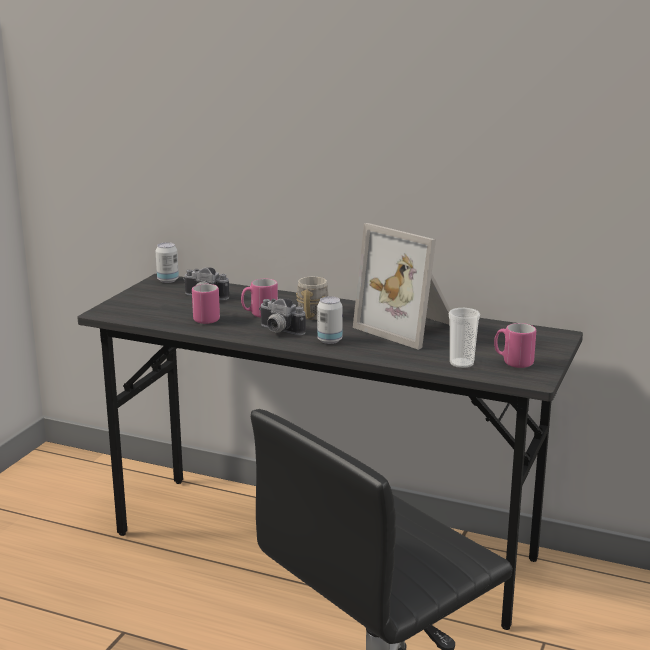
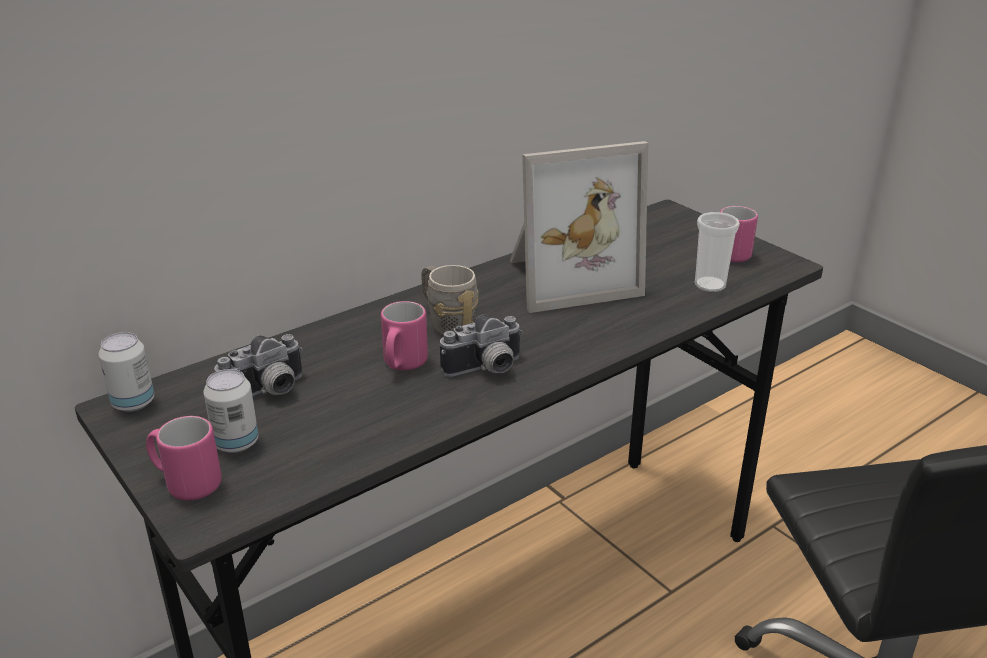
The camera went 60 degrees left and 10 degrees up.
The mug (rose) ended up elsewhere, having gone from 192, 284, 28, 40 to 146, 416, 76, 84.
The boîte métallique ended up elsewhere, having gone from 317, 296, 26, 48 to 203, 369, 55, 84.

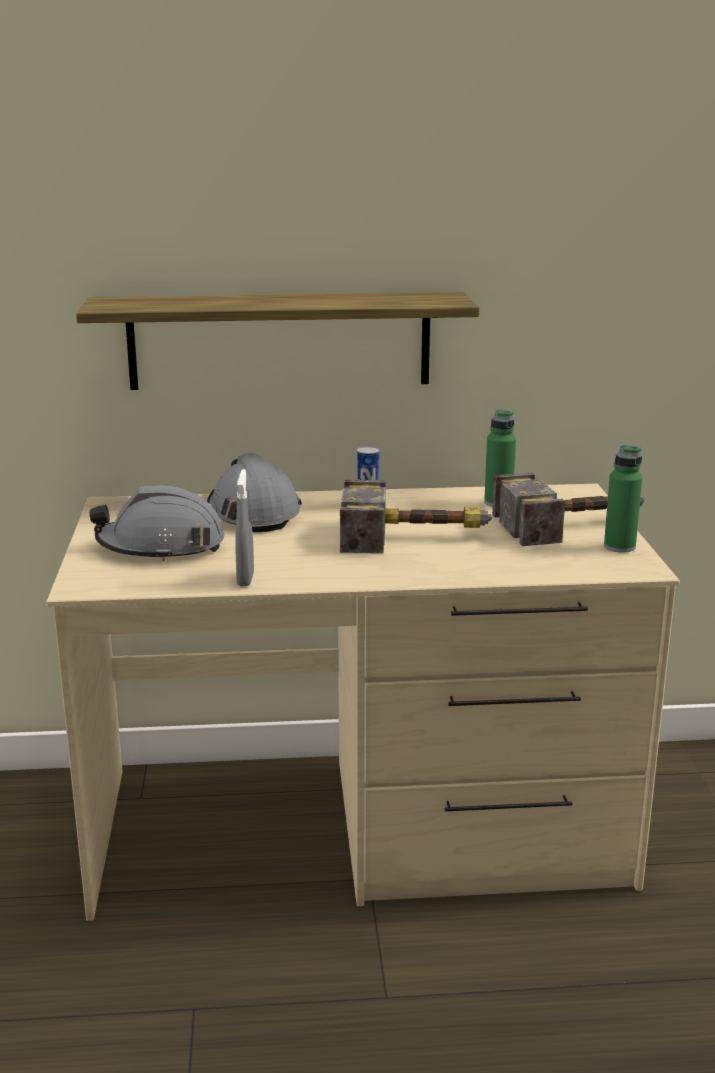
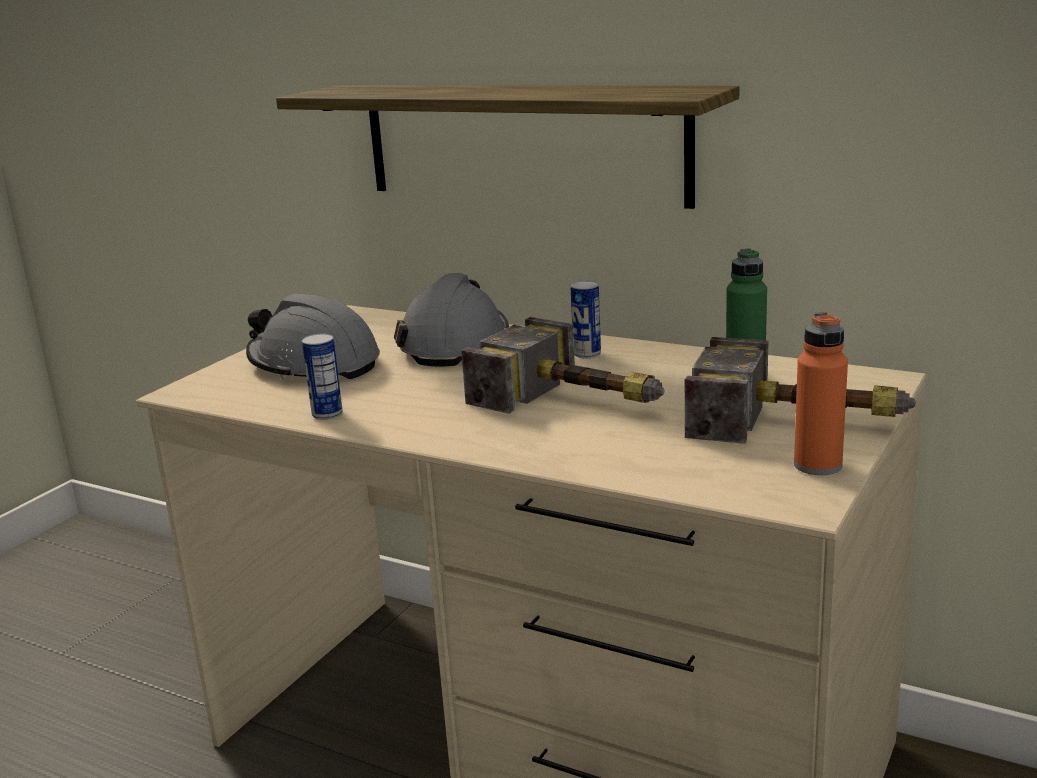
The camera went 35 degrees right and 0 degrees up.
Where the vaporisateur (gris) stood at 235, 469, 19, 117, the boîte métallique came to stand at 302, 334, 41, 86.
What was the bouteille (vert) at 604, 444, 38, 109 turned into the bouteille (orange) at 794, 312, 54, 163.

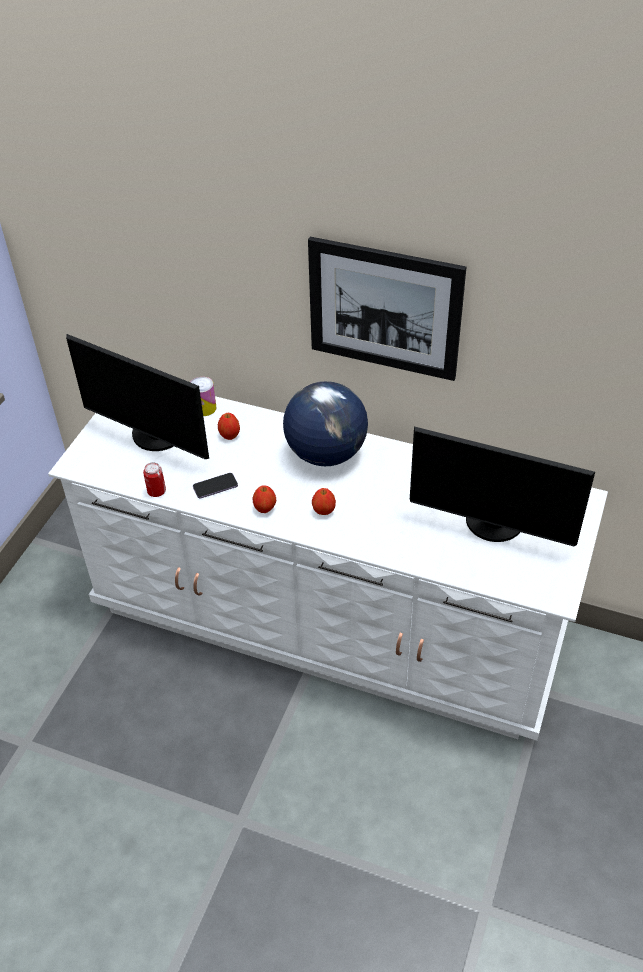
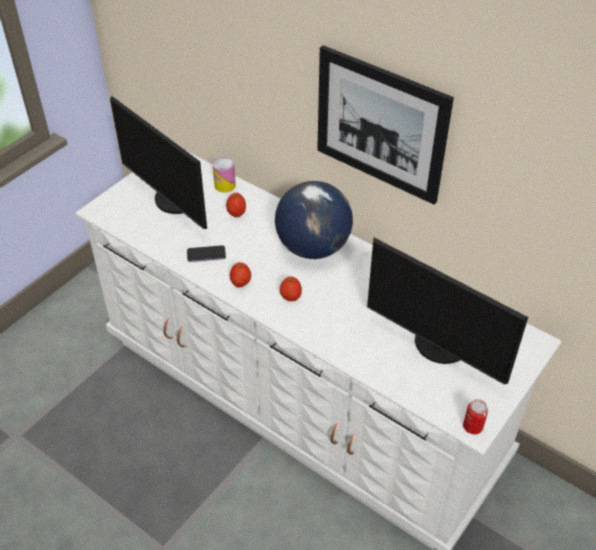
The camera went 15 degrees right and 0 degrees up.
The boîte métallique ended up elsewhere, having gone from 143, 462, 23, 35 to 463, 399, 25, 36.

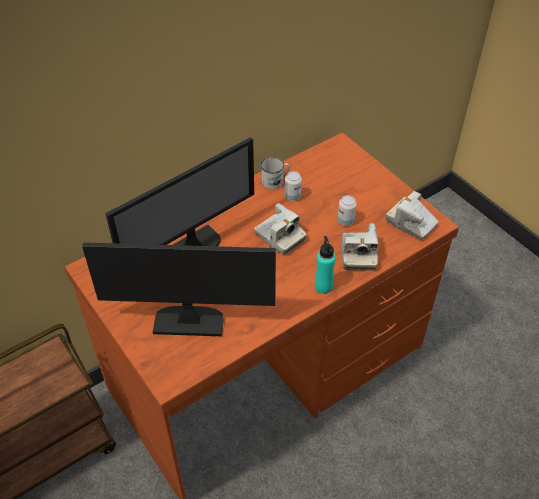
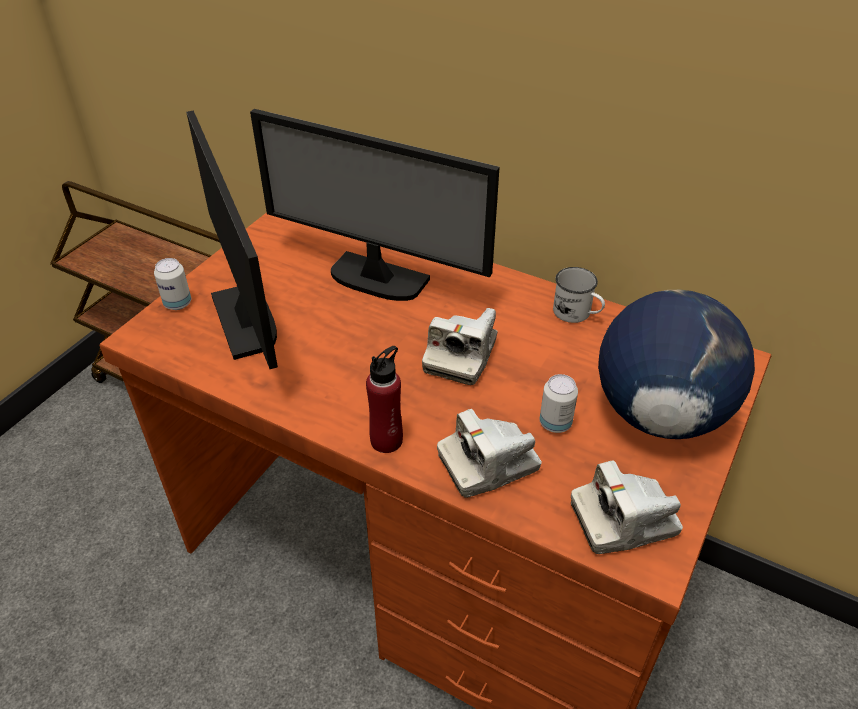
The camera went 65 degrees right and 5 degrees down.
The boîte métallique ended up elsewhere, having gone from 285, 171, 17, 30 to 154, 258, 37, 52.
What was the bouteille (turquoise) at 315, 236, 21, 58 turned into the bouteille (rouge) at 366, 346, 37, 107.
The appareil photo at 386, 191, 52, 49 ended up facing another way, 120 degrees counterclockwise from before.
The second view gained the globe at 598, 290, 157, 149.

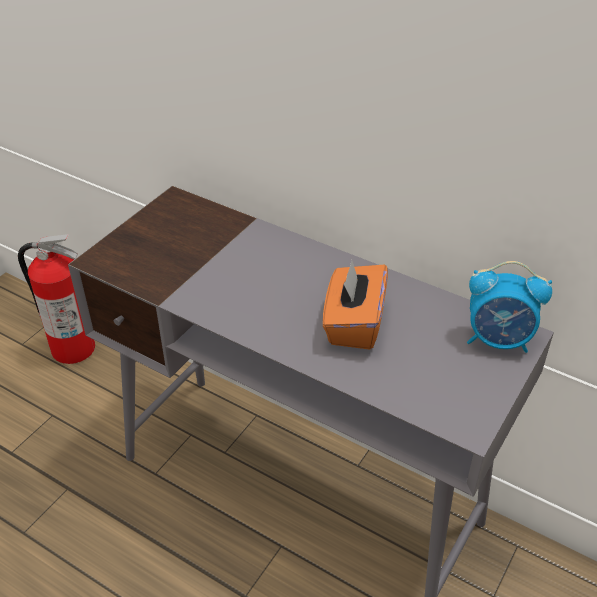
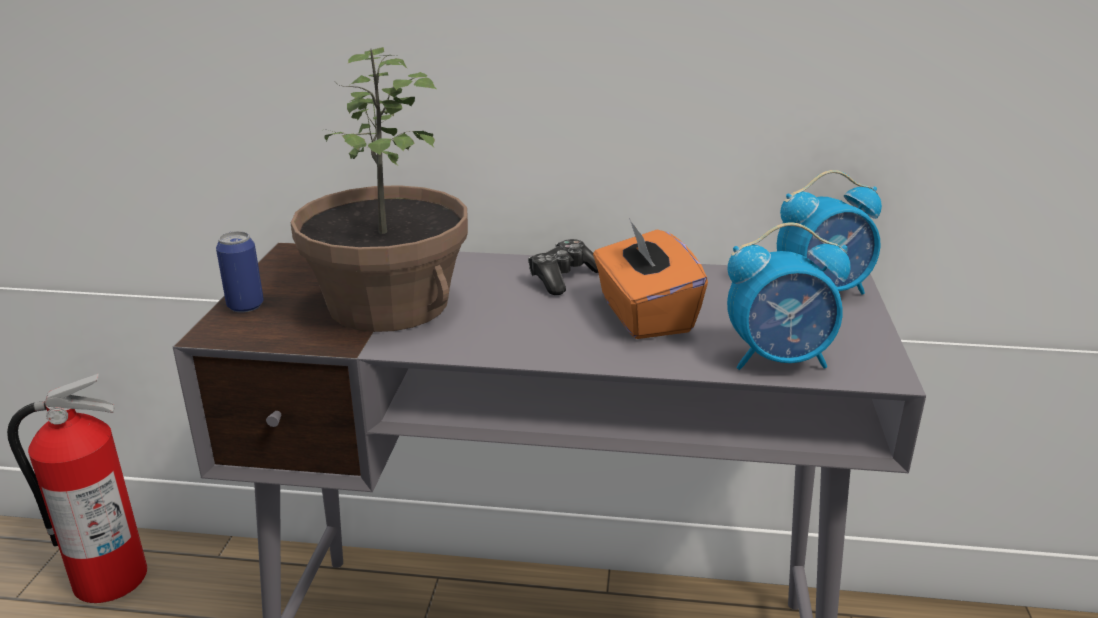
The camera went 25 degrees left and 15 degrees down.
The second view gained the boîte métallique at 216, 231, 48, 82.
The second view gained the plante en pot at 291, 47, 177, 285.
The second view gained the manette at 528, 239, 70, 56.
The second view gained the réveil at 727, 222, 124, 148.

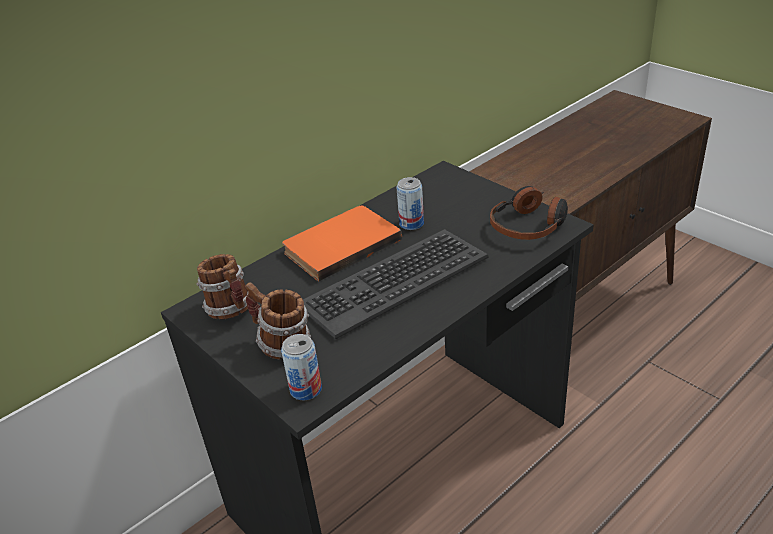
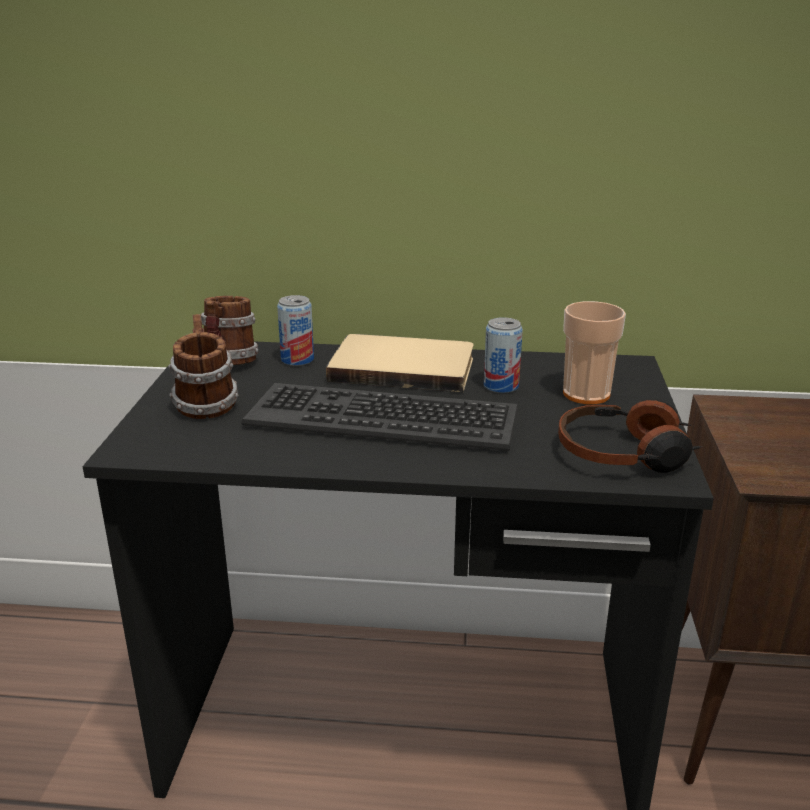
The camera went 45 degrees right and 10 degrees down.
The boîte métallique ended up elsewhere, having gone from 281, 334, 41, 66 to 277, 295, 37, 71.
What was the livre (orange) at 282, 206, 120, 76 turned into the livre (beige) at 326, 334, 147, 58.
The second view gained the tasse at 563, 301, 63, 103.

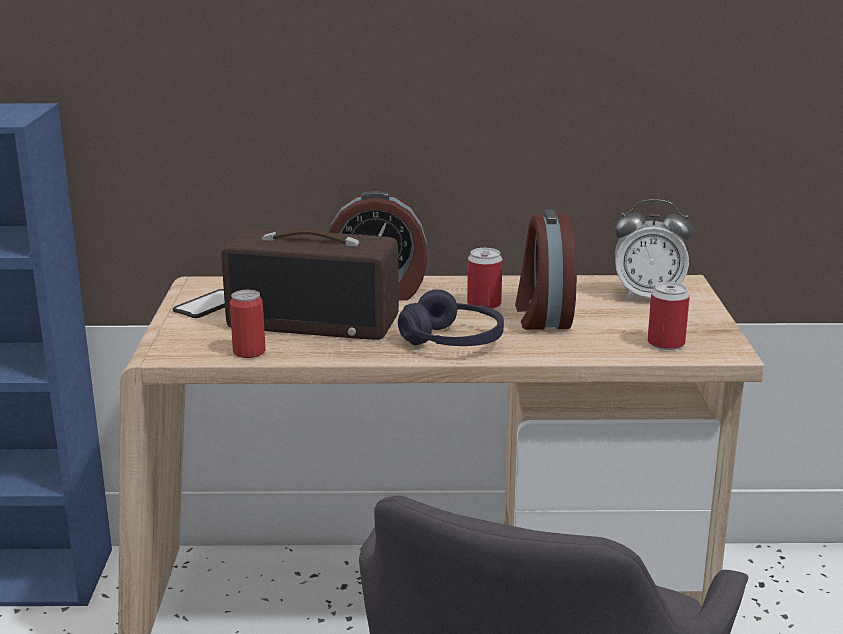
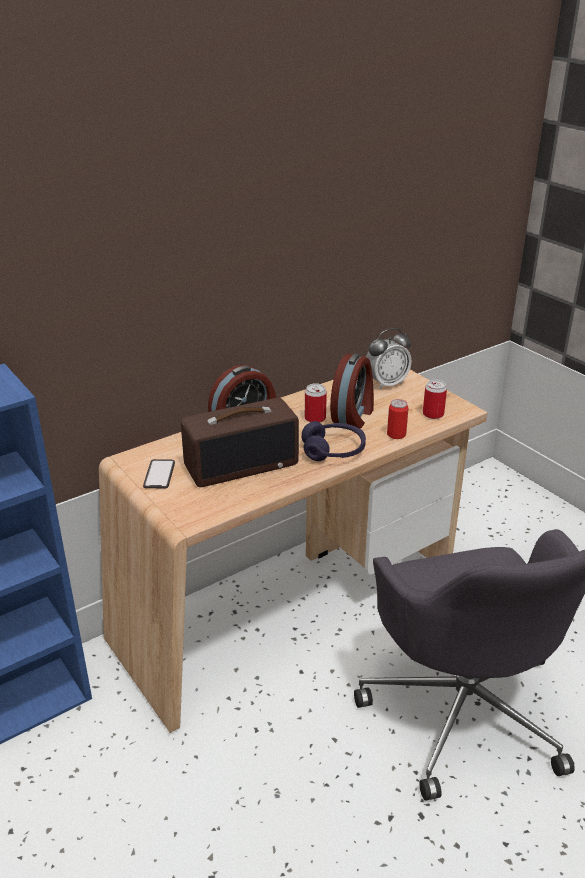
The camera went 35 degrees left and 10 degrees up.
The réveil at 515, 210, 62, 120 ended up facing another way, 120 degrees counterclockwise from before.
The boîte métallique ended up elsewhere, having gone from 230, 290, 36, 68 to 387, 399, 21, 40.

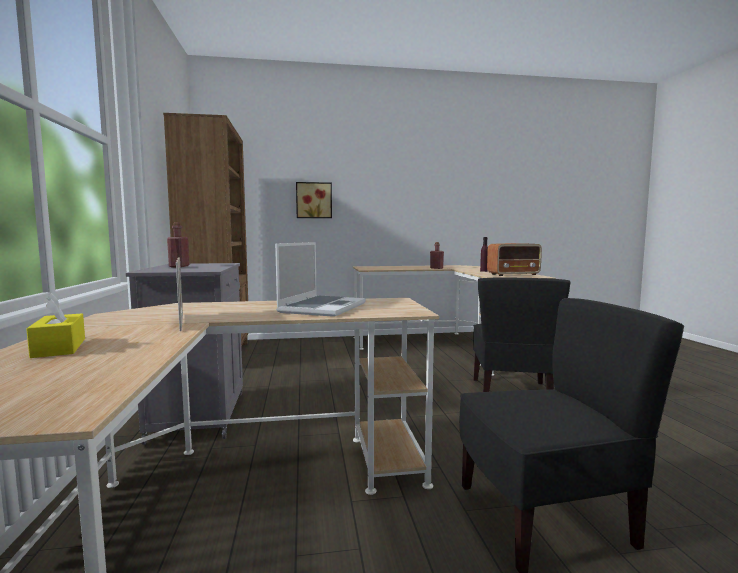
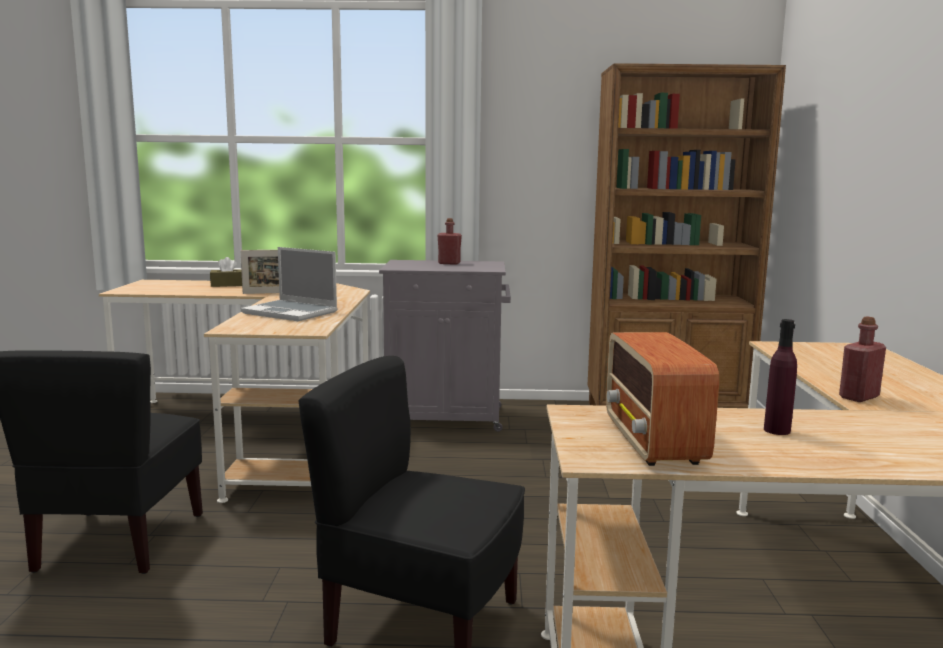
The camera went 100 degrees right and 5 degrees up.
What was the boîte à mouchoirs (jaune) at 26, 293, 59, 65 turned into the boîte à mouchoirs (marron) at 210, 257, 32, 30.
The second view lost the tableau at 296, 182, 36, 36.

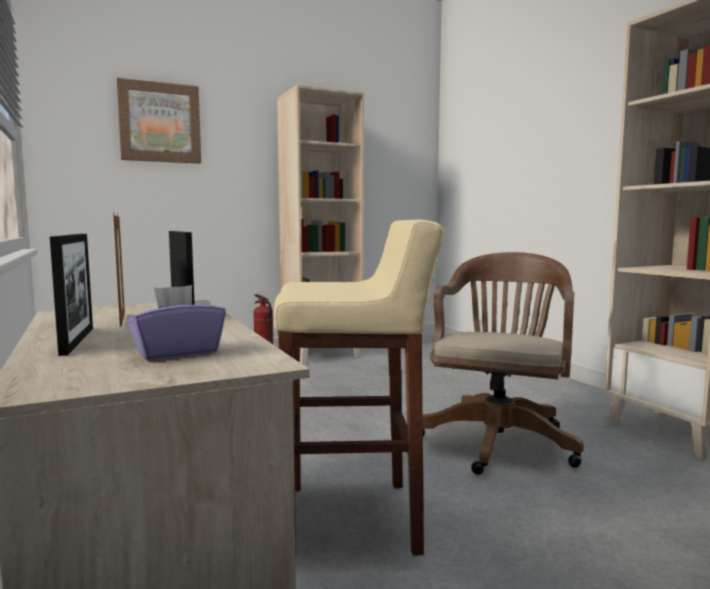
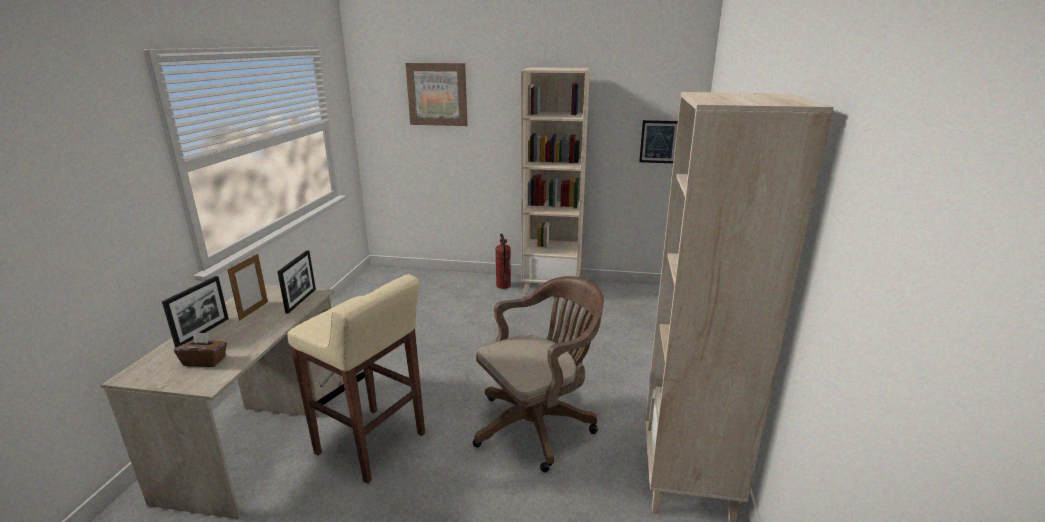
The camera went 35 degrees right and 15 degrees up.
What was the boîte à mouchoirs (violet) at 127, 285, 99, 76 turned into the boîte à mouchoirs (marron) at 174, 332, 53, 35.
The second view gained the tableau at 639, 120, 39, 43.

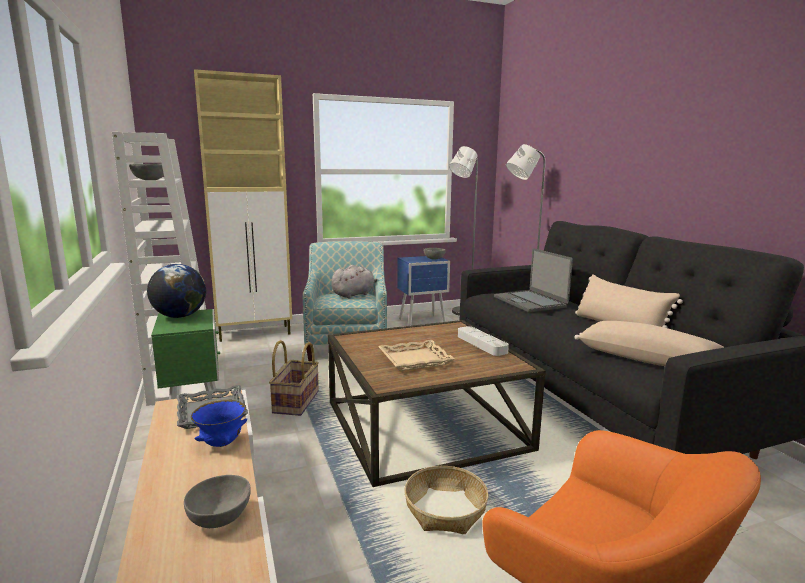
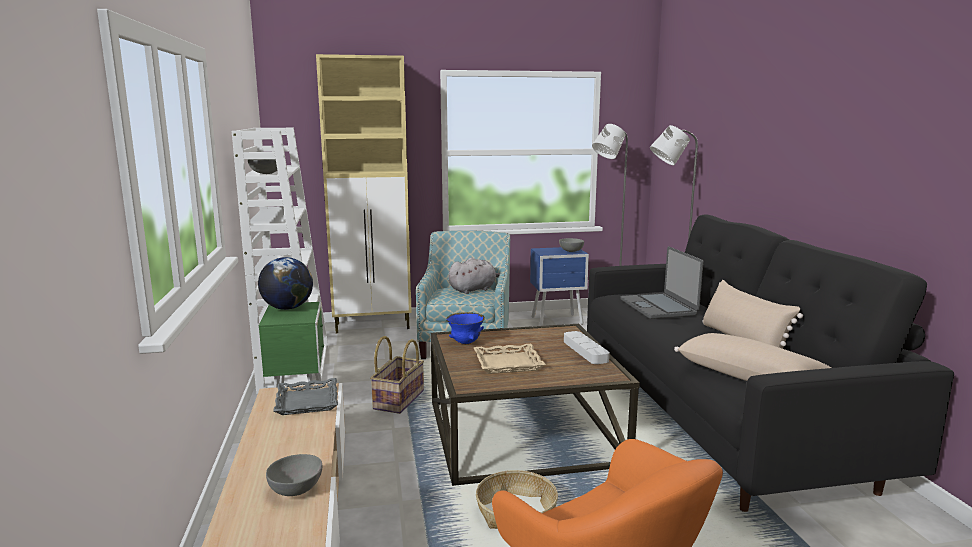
The camera went 10 degrees right and 0 degrees up.
The bol (bleu) ended up elsewhere, having gone from 191, 399, 56, 48 to 446, 312, 39, 32.

